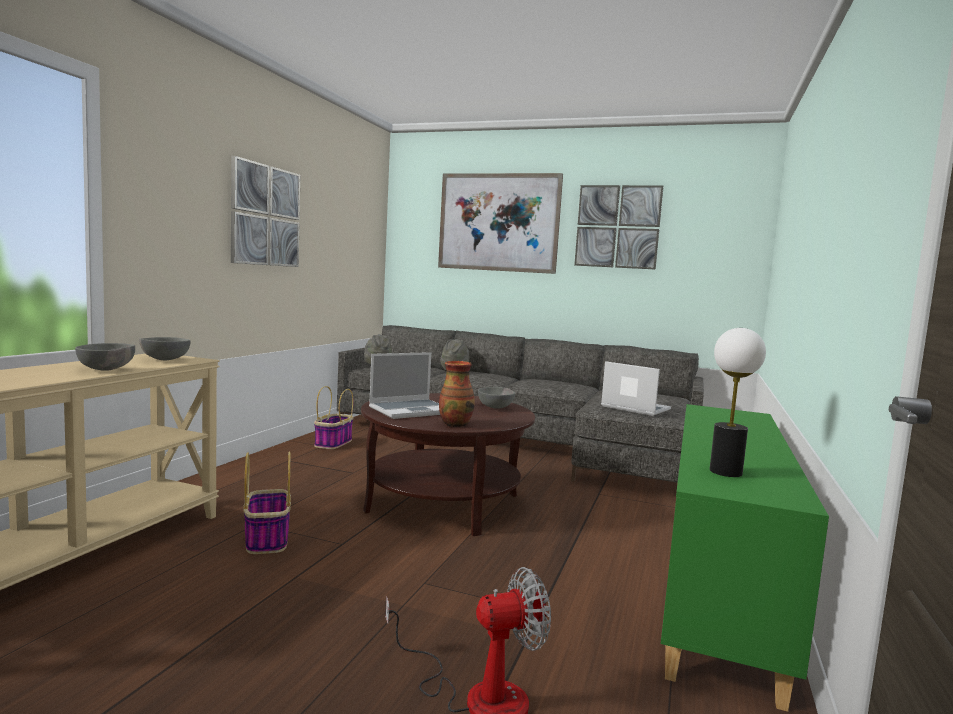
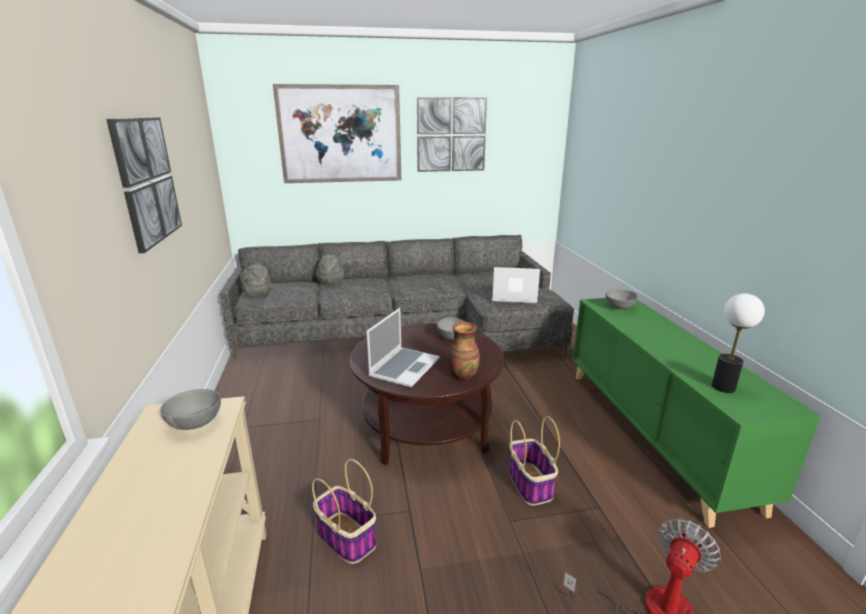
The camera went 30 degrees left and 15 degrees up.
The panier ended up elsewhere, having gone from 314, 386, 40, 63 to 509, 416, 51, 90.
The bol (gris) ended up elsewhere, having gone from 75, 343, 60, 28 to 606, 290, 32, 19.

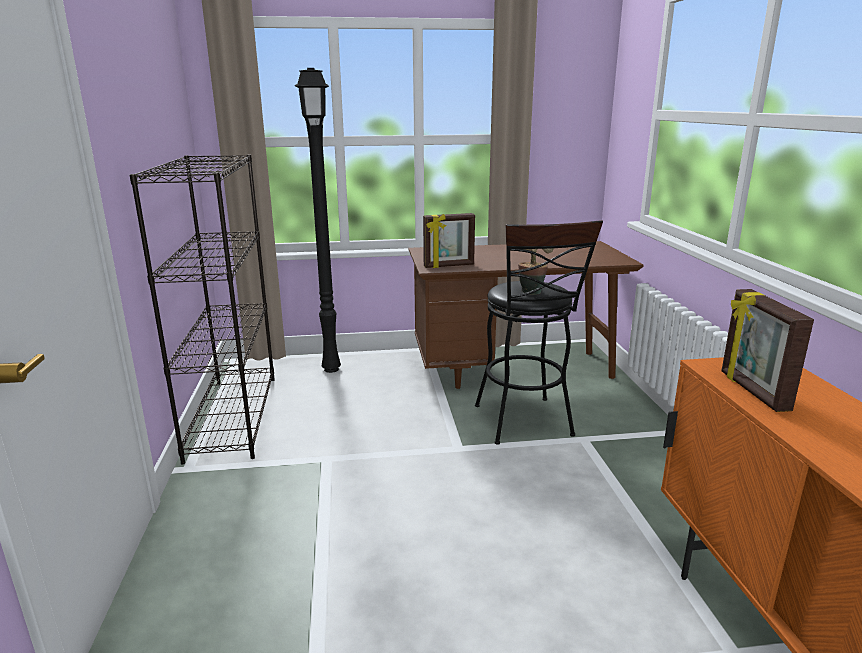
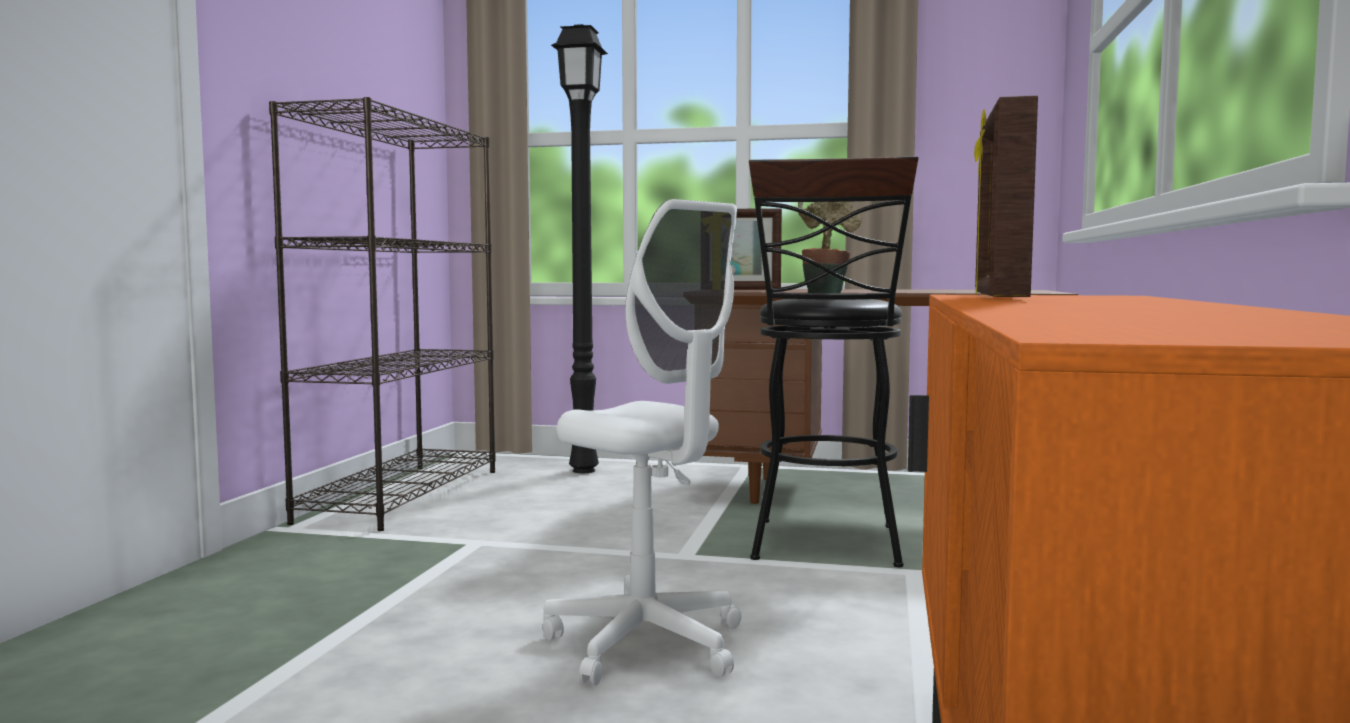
The camera went 20 degrees right and 15 degrees down.
The second view gained the chaise de bureau (blanc) at 543, 199, 198, 487.

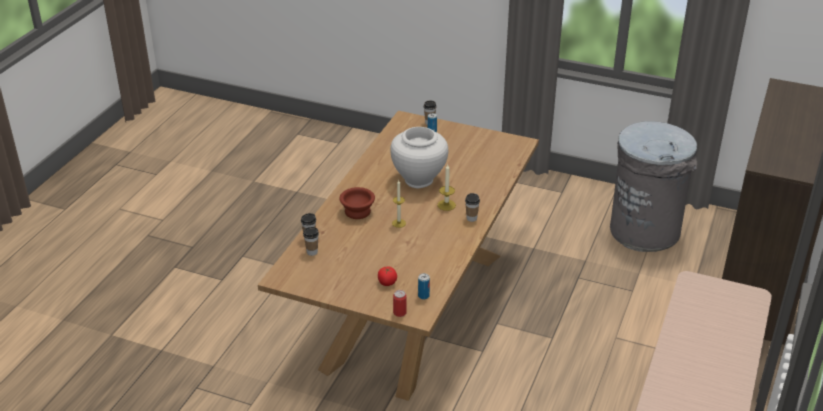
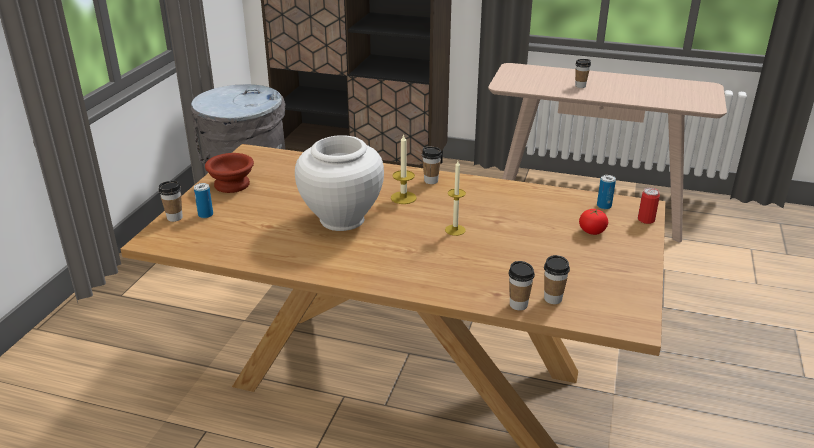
The camera went 95 degrees left and 5 degrees down.
The bol (marron) ended up elsewhere, having gone from 339, 187, 36, 32 to 205, 153, 49, 40.
The second view gained the tasse at 575, 59, 16, 29.

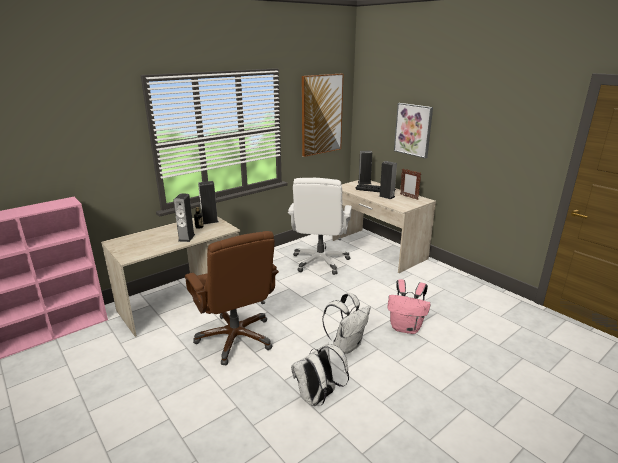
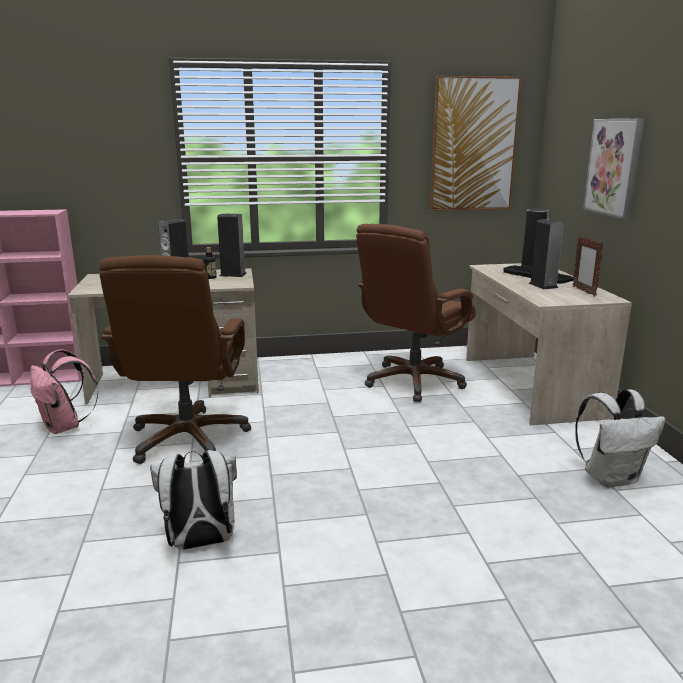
The camera went 30 degrees right and 5 degrees down.
The sac à dos (rose) ended up elsewhere, having gone from 387, 279, 44, 55 to 30, 349, 68, 85.
What was the chaise de bureau (blanc) at 288, 178, 64, 97 turned into the chaise de bureau (marron) at 356, 224, 120, 178.
The sac à dos (blanc) ended up elsewhere, having gone from 322, 293, 49, 61 to 575, 389, 90, 99.

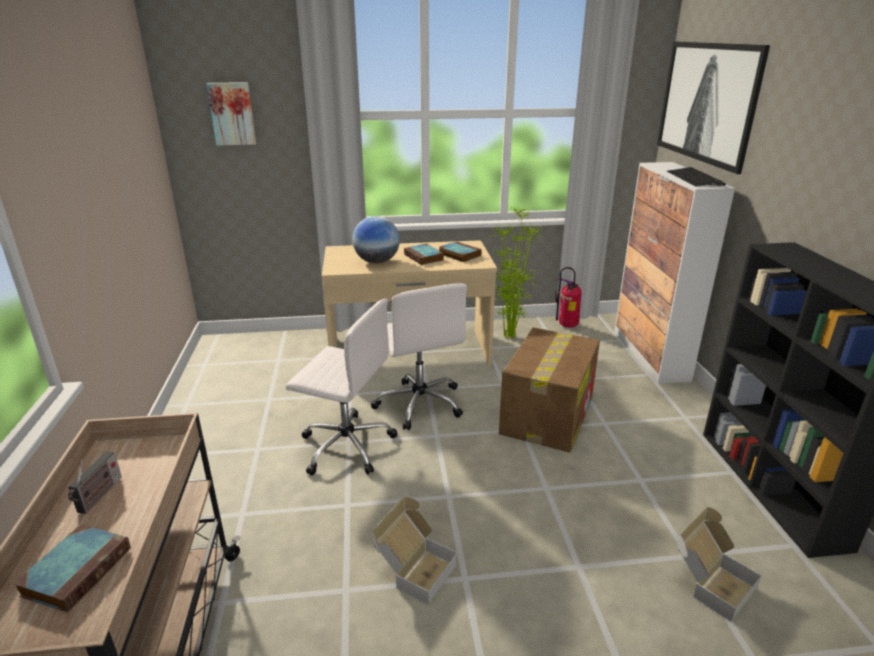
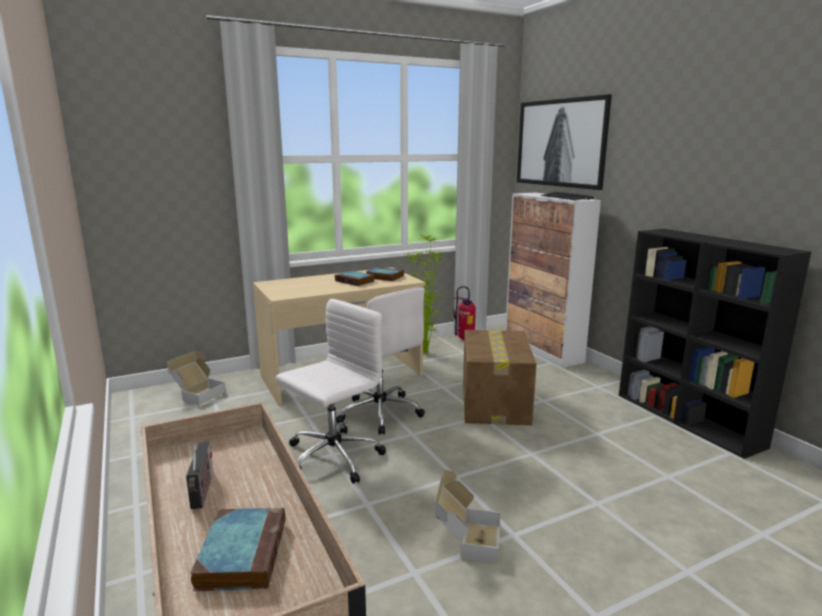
The camera went 20 degrees left and 10 degrees down.
The carton ended up elsewhere, having gone from 677, 507, 84, 115 to 167, 351, 59, 55.
The chaise de bureau (blanc) at 286, 299, 111, 176 ended up facing another way, 45 degrees counterclockwise from before.
The second view lost the tableau at 206, 82, 50, 63.
The second view lost the globe at 352, 216, 48, 48.

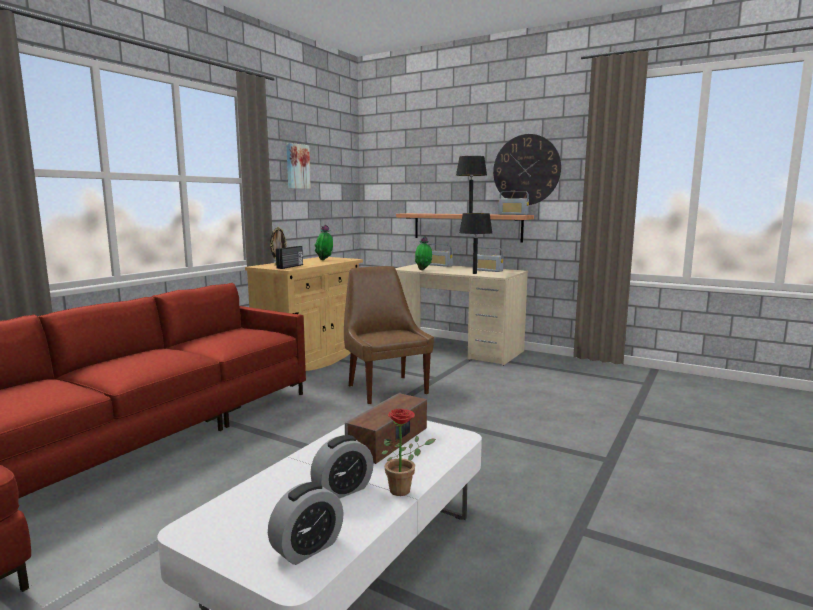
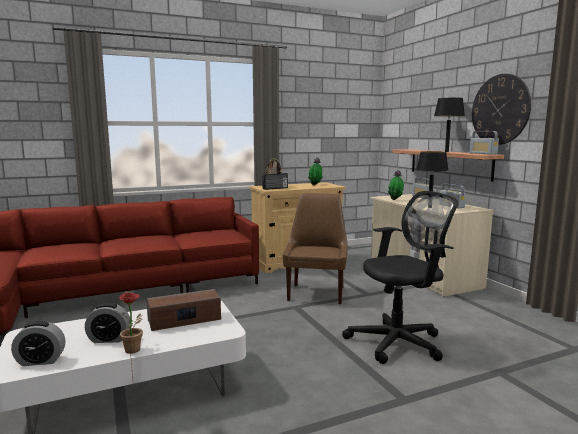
The camera went 35 degrees right and 0 degrees up.
The second view gained the chaise de bureau (noir) at 342, 191, 116, 173.
The second view lost the tableau at 286, 143, 25, 46.

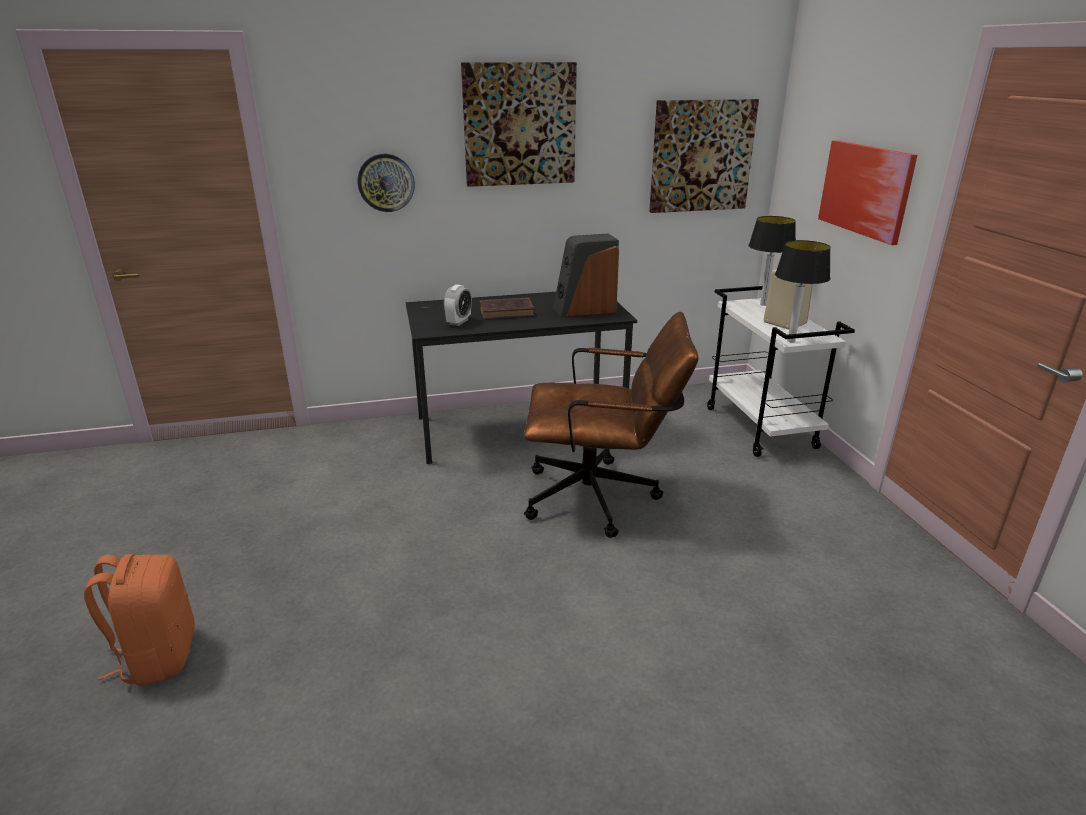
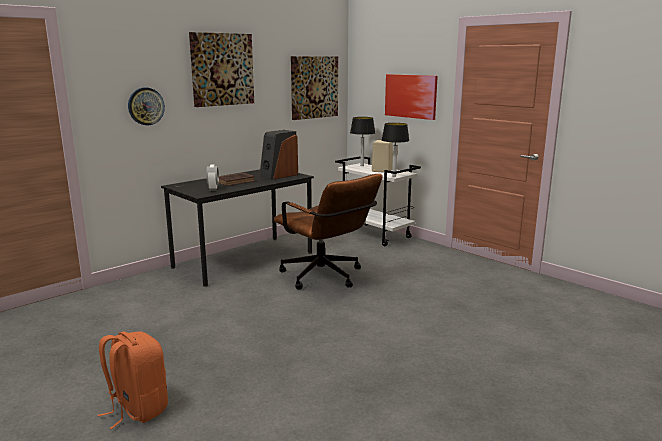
The camera went 30 degrees left and 10 degrees down.
The chaise de bureau (marron) at 524, 312, 174, 226 ended up facing another way, 75 degrees clockwise from before.

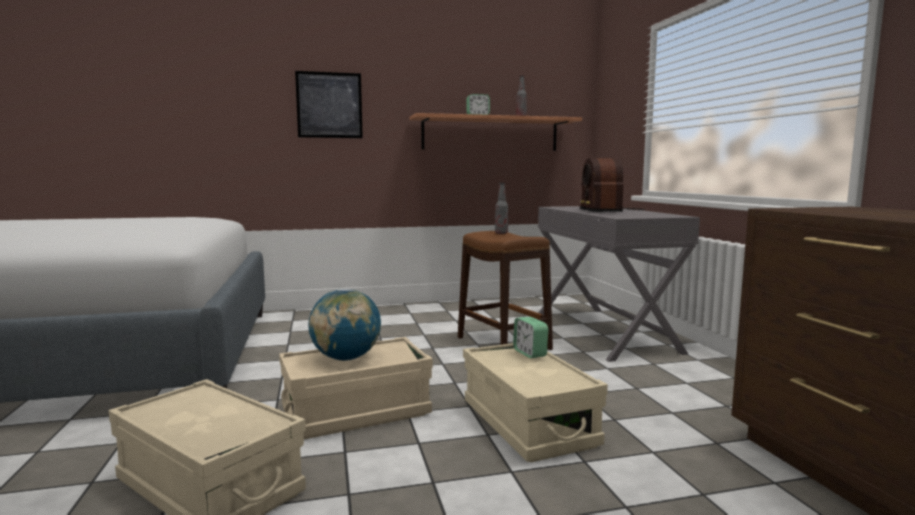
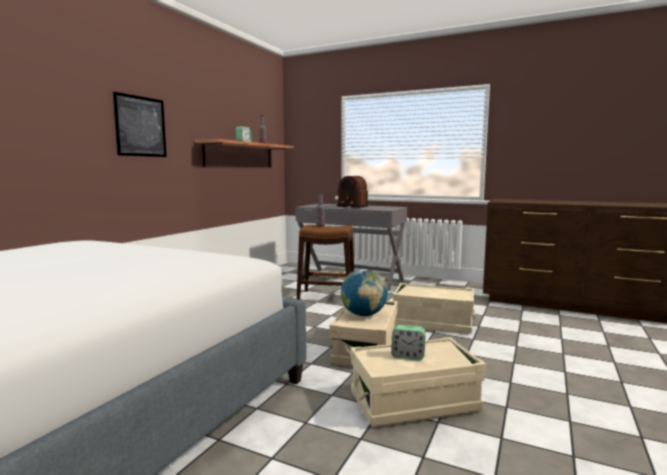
The camera went 50 degrees left and 0 degrees up.
The réveil ended up elsewhere, having gone from 513, 317, 35, 41 to 391, 325, 35, 35.

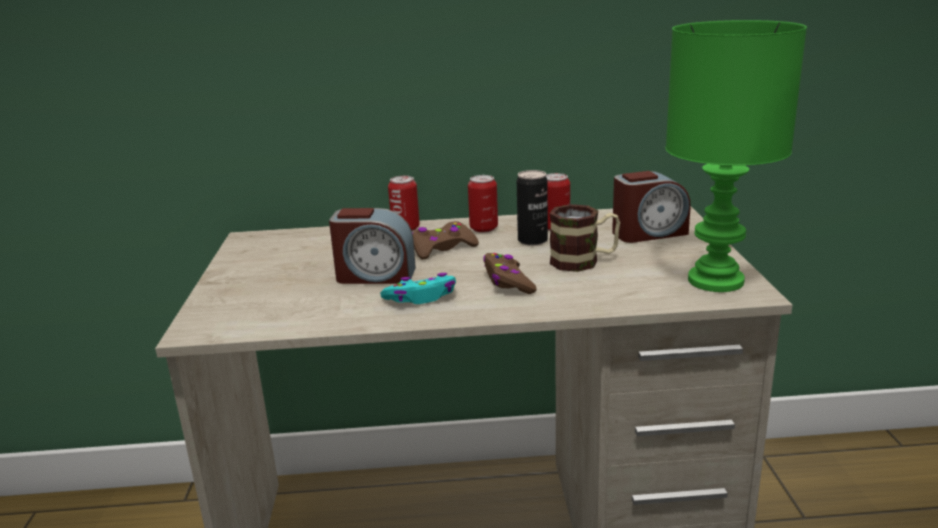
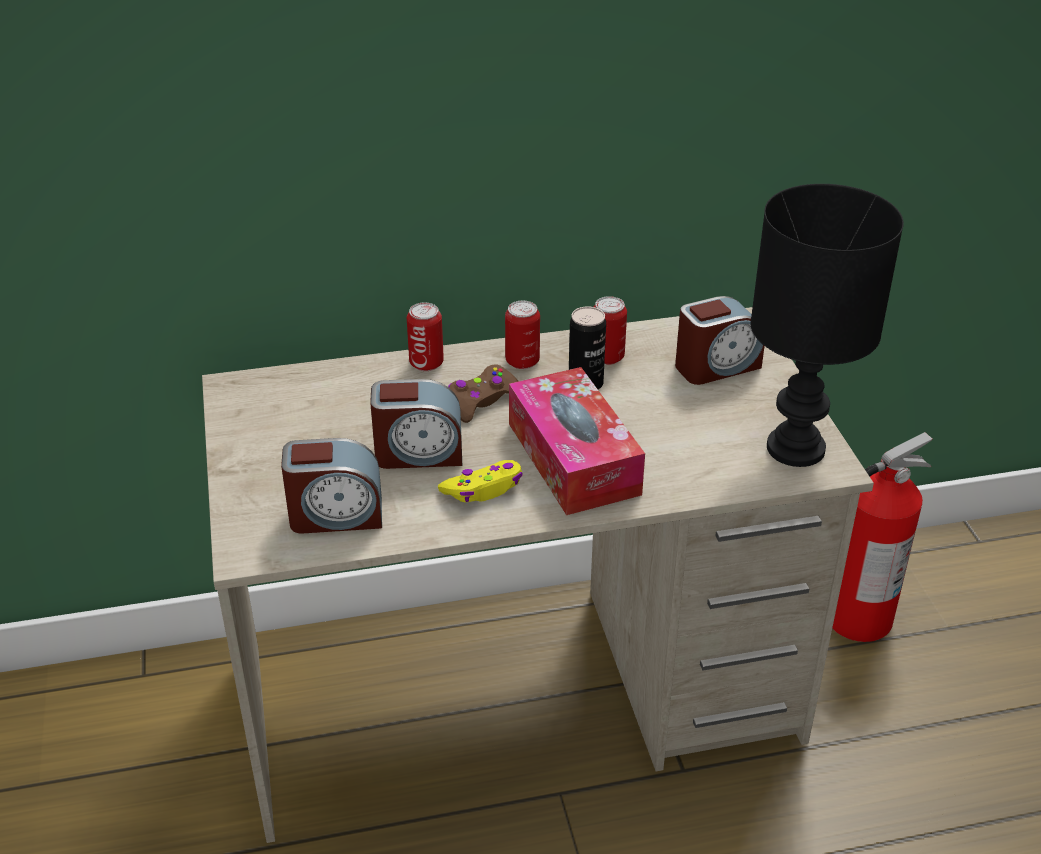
The camera went 10 degrees left and 15 degrees up.
The second view gained the réveil at 281, 438, 101, 95.
What was the manette (turquoise) at 380, 273, 76, 31 turned into the manette (jaune) at 438, 460, 85, 42.
Where the manette (marron) stood at 483, 253, 54, 41, the boîte à mouchoirs came to stand at 509, 367, 136, 148.
What was the lampe de table (vert) at 666, 20, 141, 272 turned into the lampe de table (noir) at 750, 184, 154, 283.
The second view gained the extincteur at 832, 432, 100, 210.
The second view lost the mug at 550, 204, 70, 68.

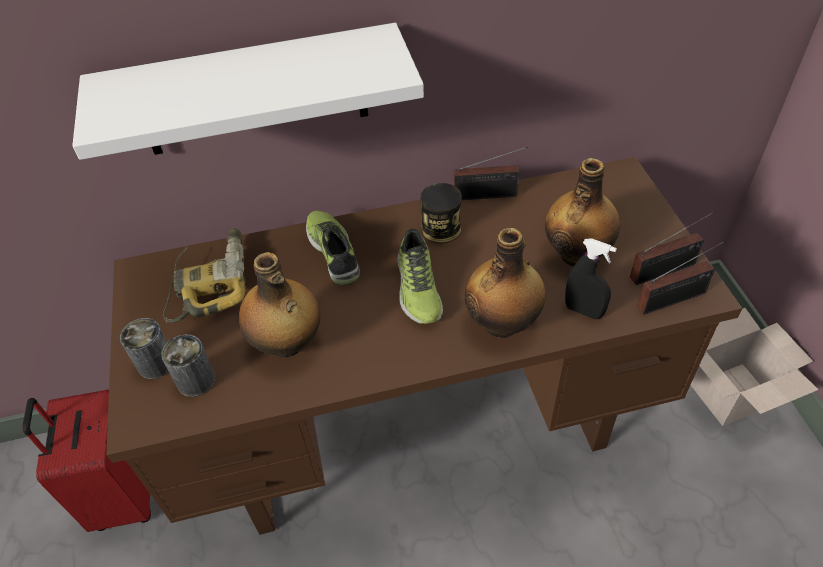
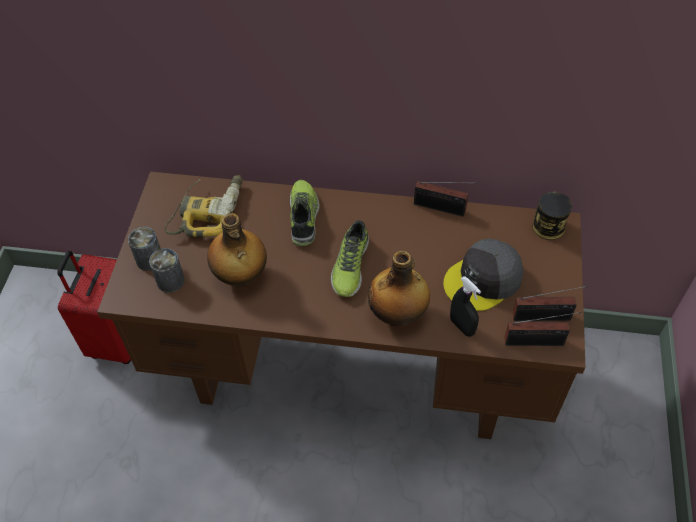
The camera went 20 degrees right and 5 degrees up.
Where the bouteille stood at 545, 158, 75, 108, the casquette (gris) came to stand at 443, 239, 81, 72.
The boîte métallique ended up elsewhere, having gone from 420, 183, 42, 60 to 533, 192, 40, 48.
The second view lost the étagère (blanc) at 72, 23, 352, 137.
The second view lost the carton at 691, 308, 128, 118.

